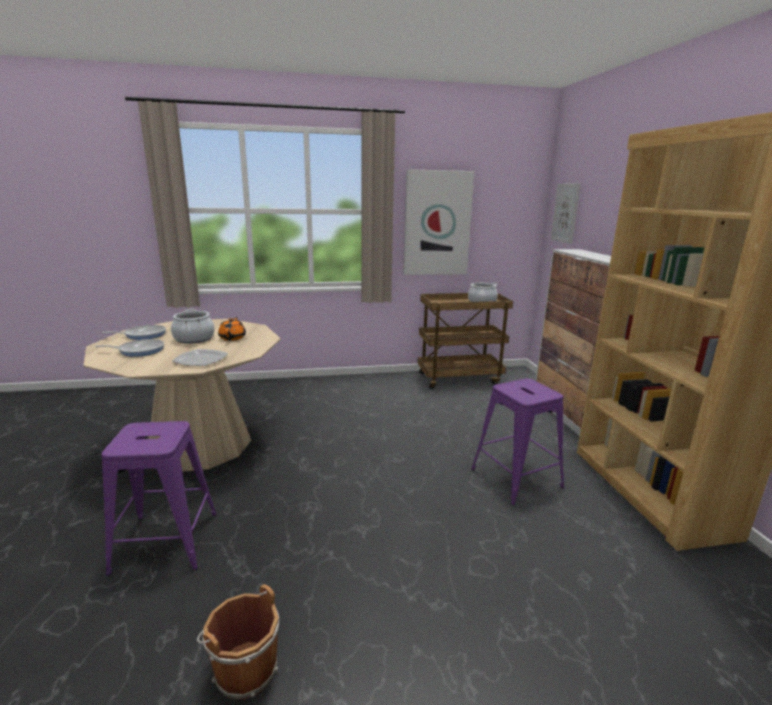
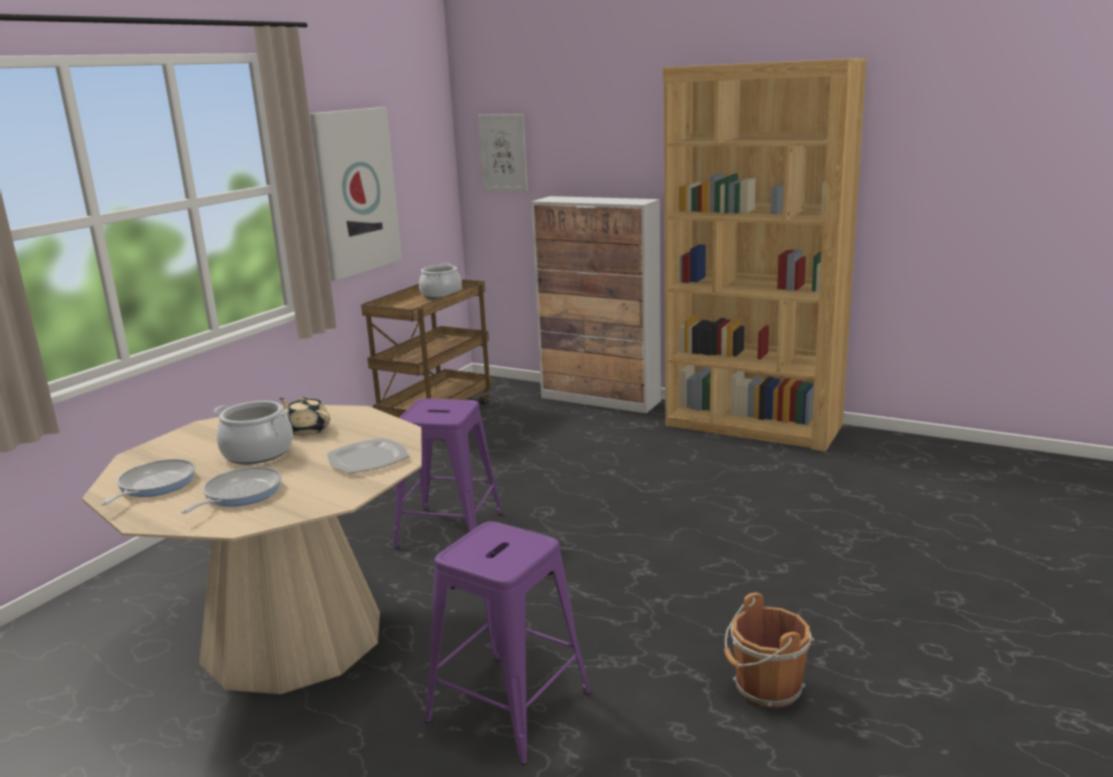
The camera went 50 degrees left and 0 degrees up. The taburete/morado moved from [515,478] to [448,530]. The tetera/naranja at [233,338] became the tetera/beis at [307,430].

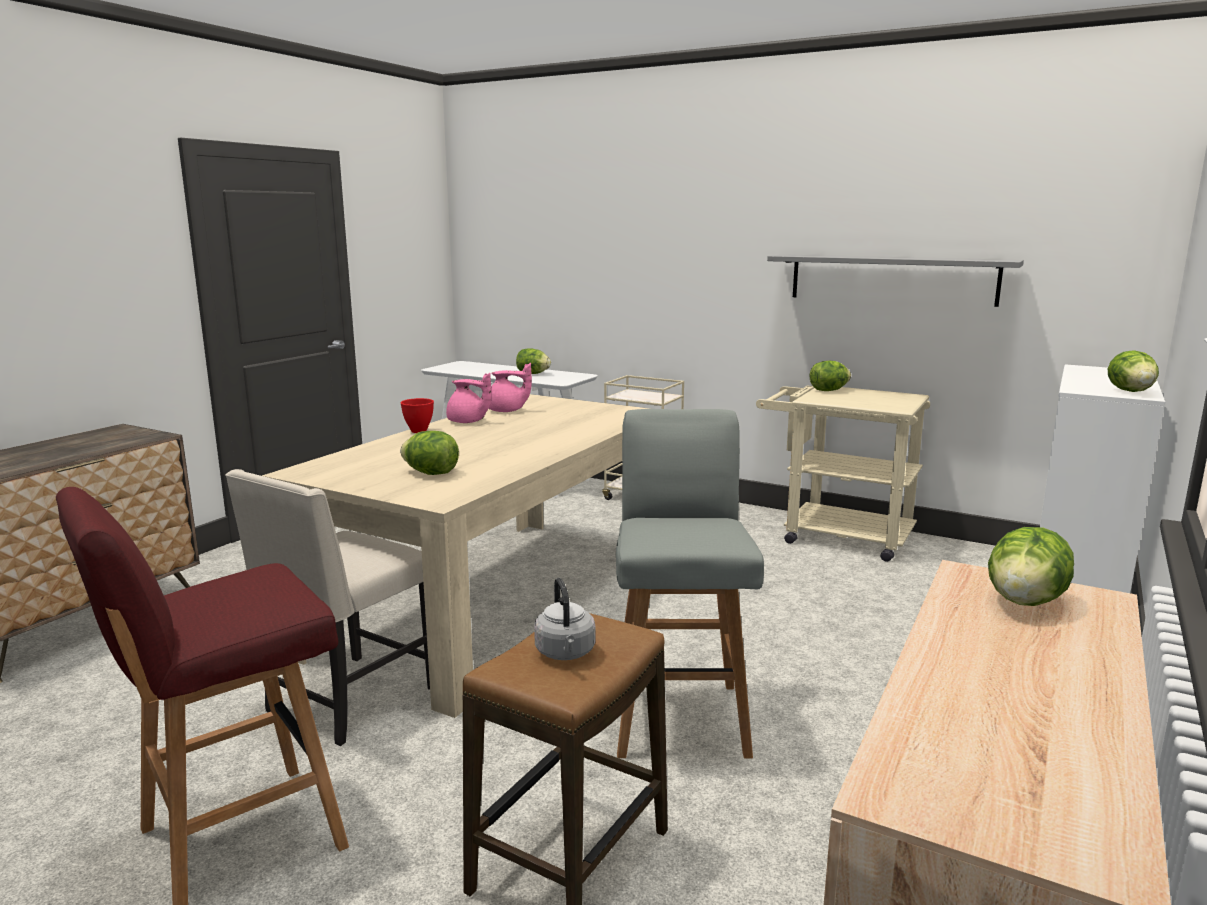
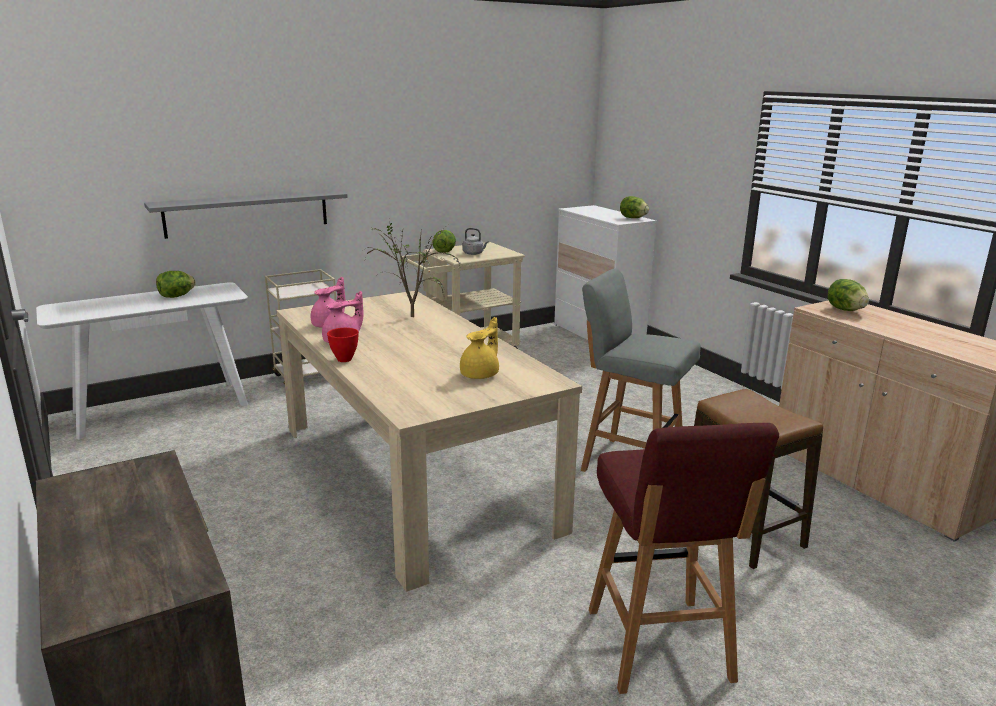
The camera went 60 degrees left and 5 degrees up. The silla/beis at [349,701] disappeared. The planta en maceta at [412,317] appeared. The hervidor/gris moved from [565,653] to [474,253]. The estante/gris moved from [892,279] to [247,213]. The lechuga at [431,473] was replaced by the tetera/amarillo at [481,374].

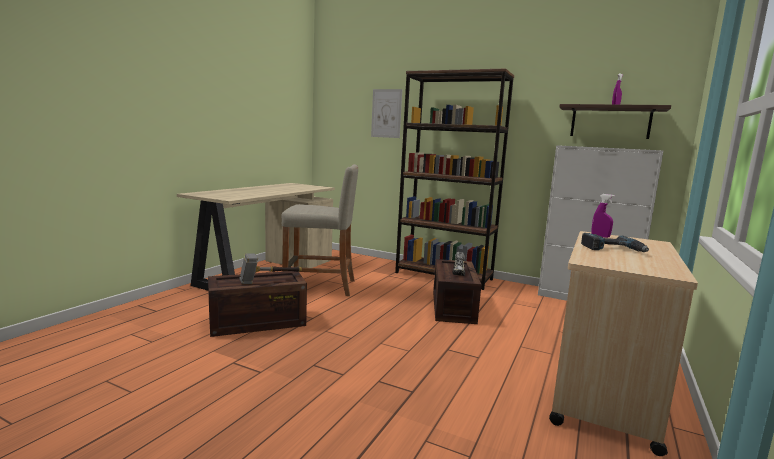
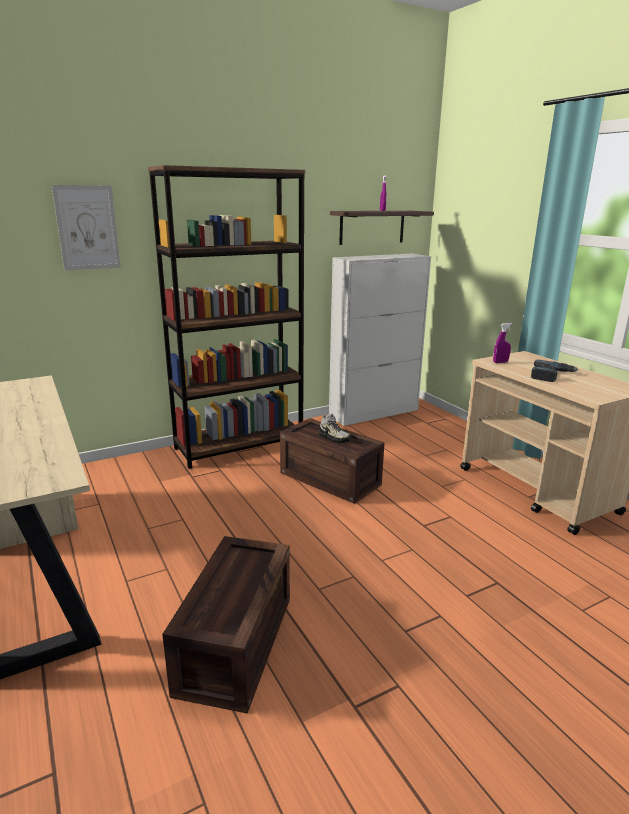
The camera went 55 degrees left and 10 degrees up. The martillo at [270,281] disappeared. The taburete/beis at [320,286] disappeared.

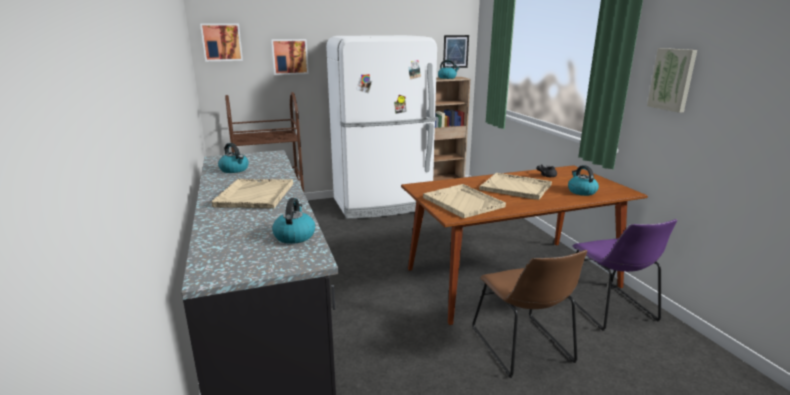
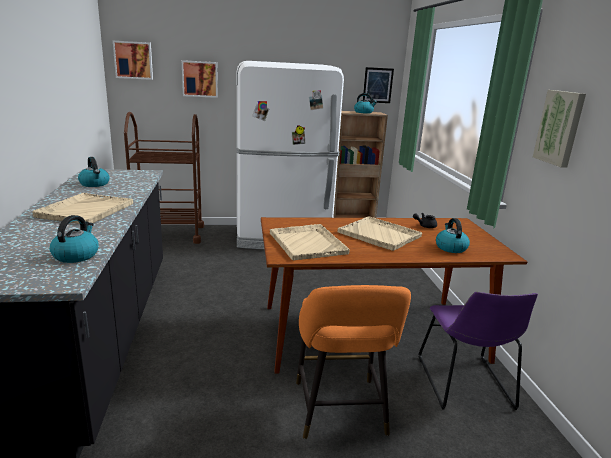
The camera went 10 degrees right and 0 degrees up. The silla/marrón at [523,347] was replaced by the taburete/naranja at [340,412].

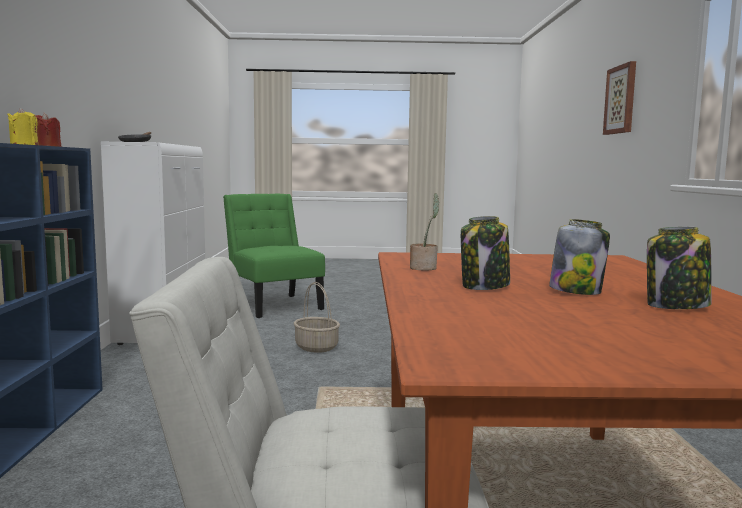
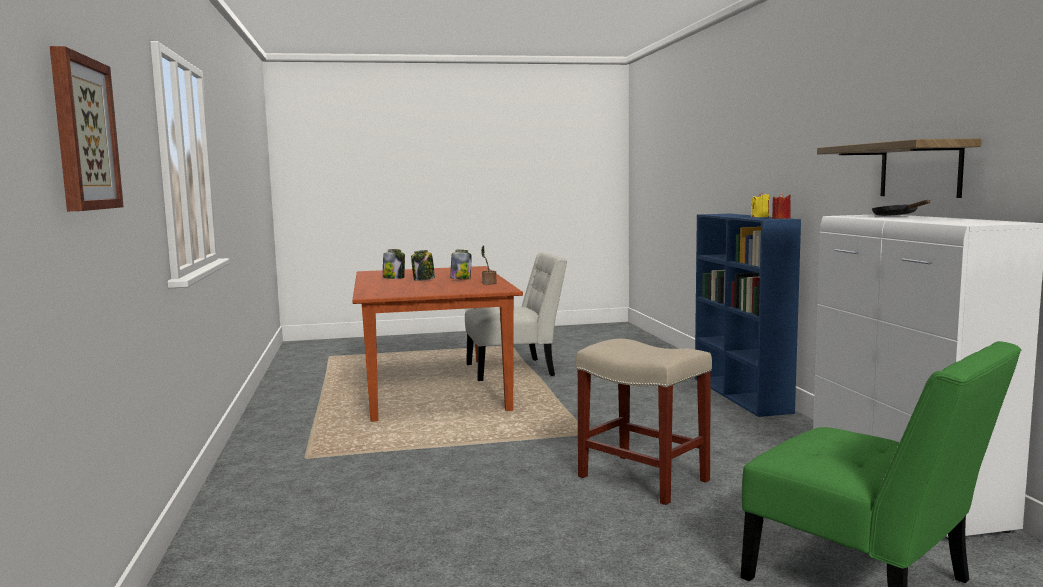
The camera went 170 degrees right and 0 degrees up. The estante at [920,170] appeared. The cesta at [317,347] was replaced by the taburete/beis at [641,478].

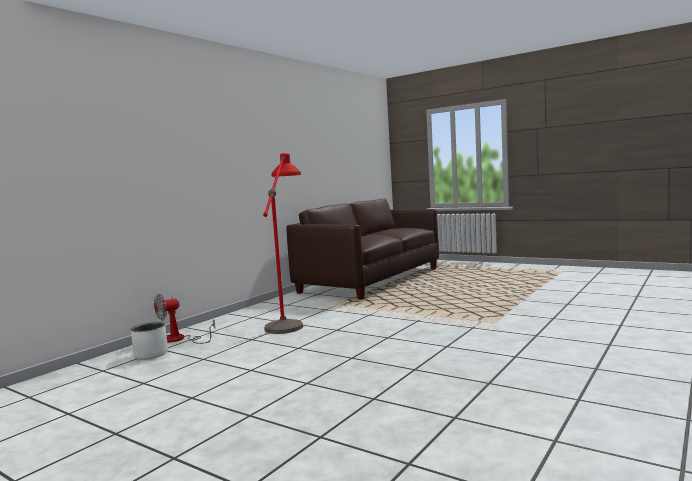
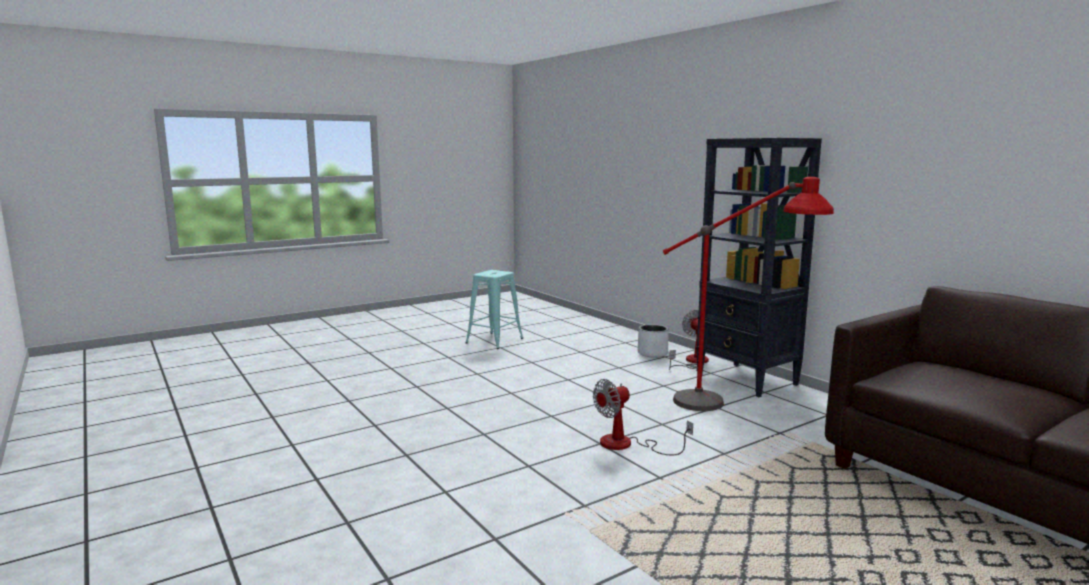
The camera went 110 degrees right and 5 degrees up. The taburete/turquesa at [494,341] appeared. The ventilador at [627,445] appeared. The estantería/negro at [747,380] appeared.

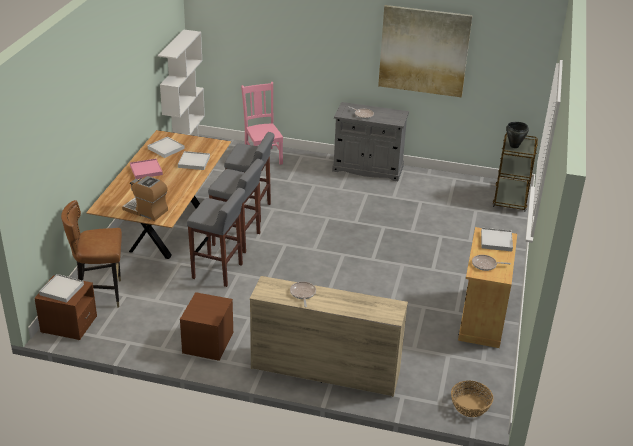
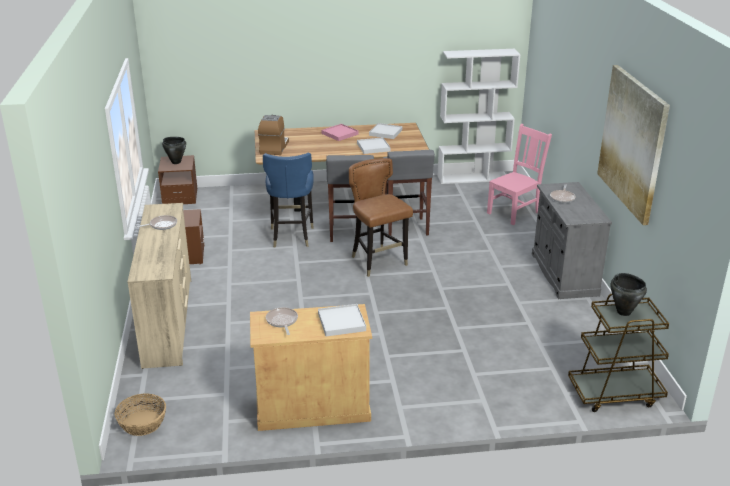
The camera went 70 degrees right and 5 degrees down. The silla/marrón moved from [101,294] to [378,262]. The bandeja/blanco at [61,290] was replaced by the olla/negro at [176,162]. The taburete/gris at [218,272] was replaced by the silla/azul at [291,236].

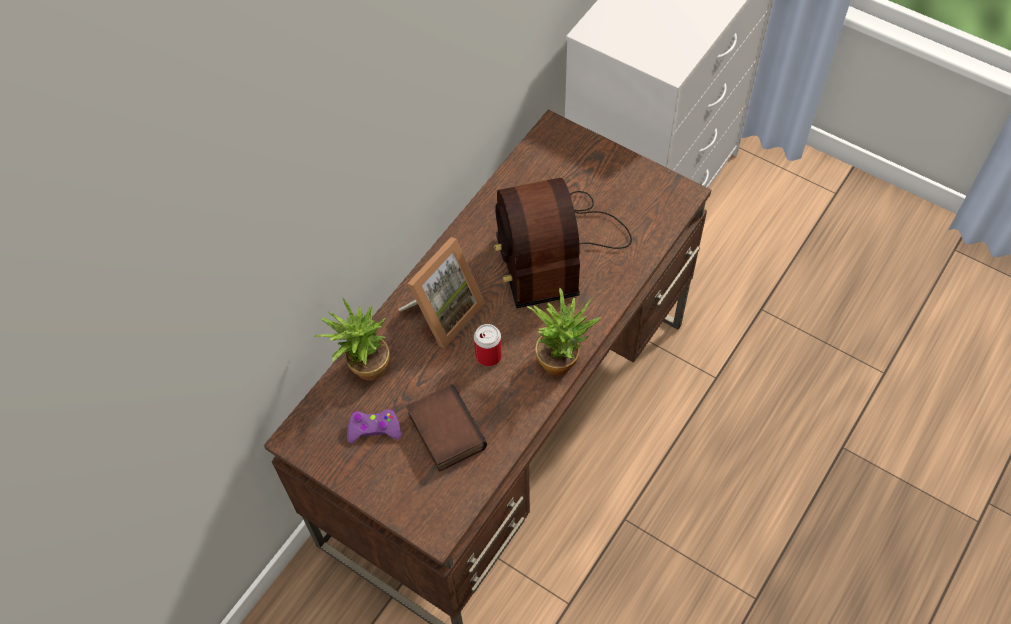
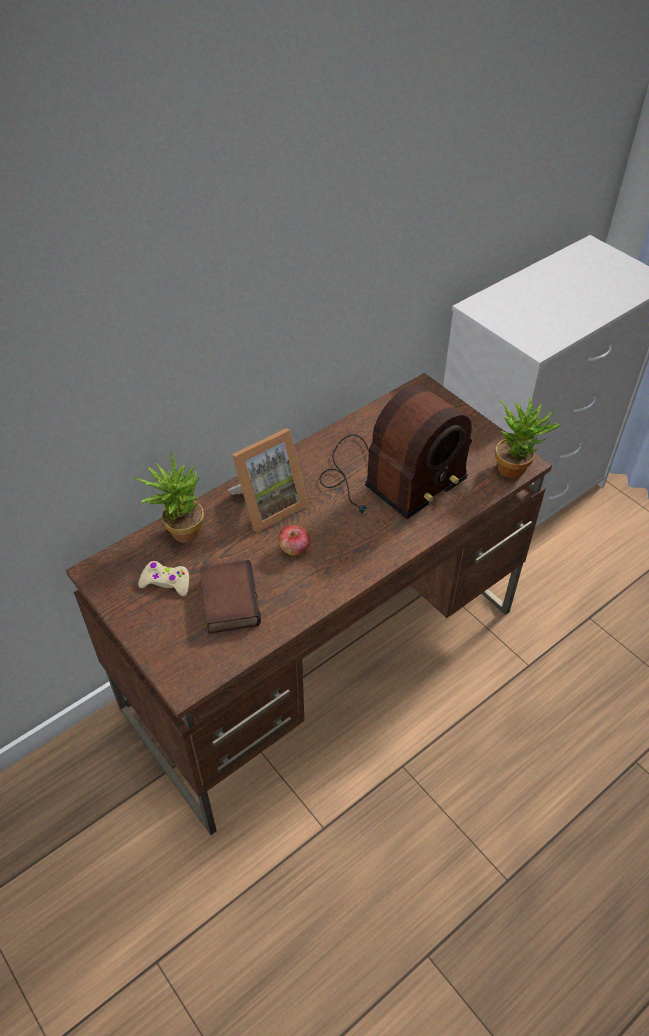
The camera went 15 degrees right and 10 degrees down. The planta en maceta moved from [562,358] to [516,467]. The lata at [488,355] was replaced by the manzana at [294,549]. The mando de consola/morado at [374,429] became the mando de consola/beis at [166,582]. The radio at [555,249] turned 135 degrees counterclockwise.

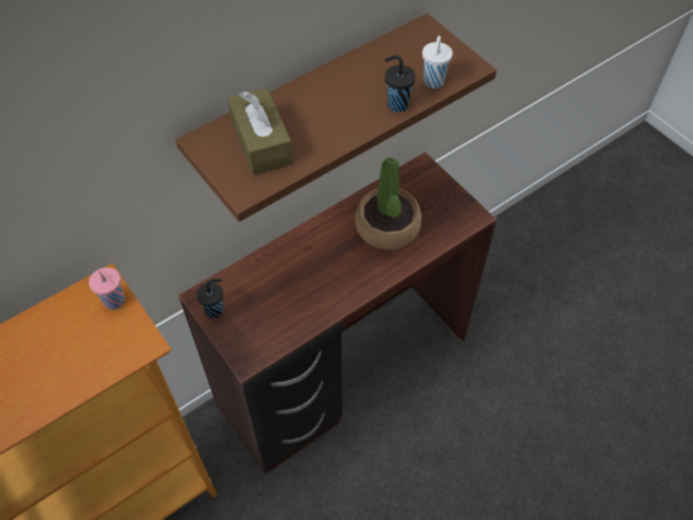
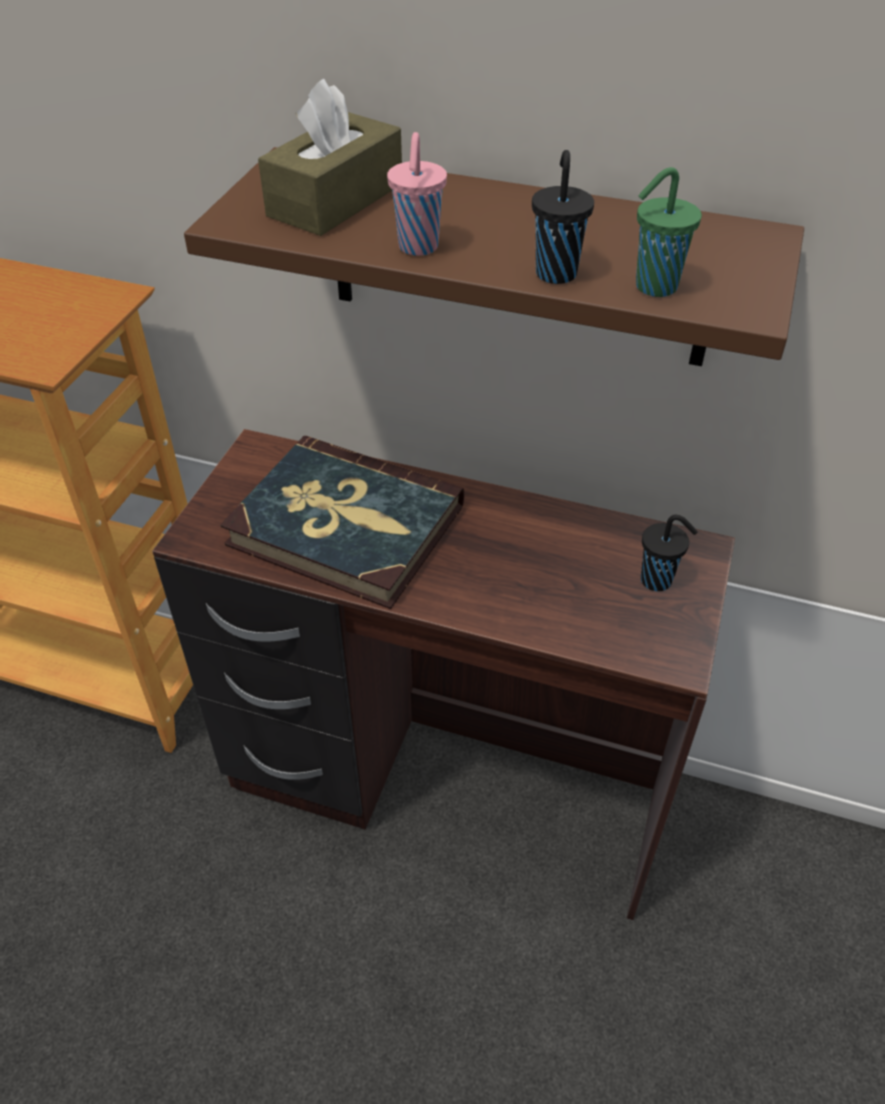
The camera went 55 degrees right and 10 degrees down. The planta en maceta at [387,227] disappeared. The libro at [345,526] appeared. The taza/rosa moved from [115,302] to [418,248]. The taza/negro moved from [215,310] to [658,581]. The taza/blanco at [433,83] became the taza/verde at [653,287].

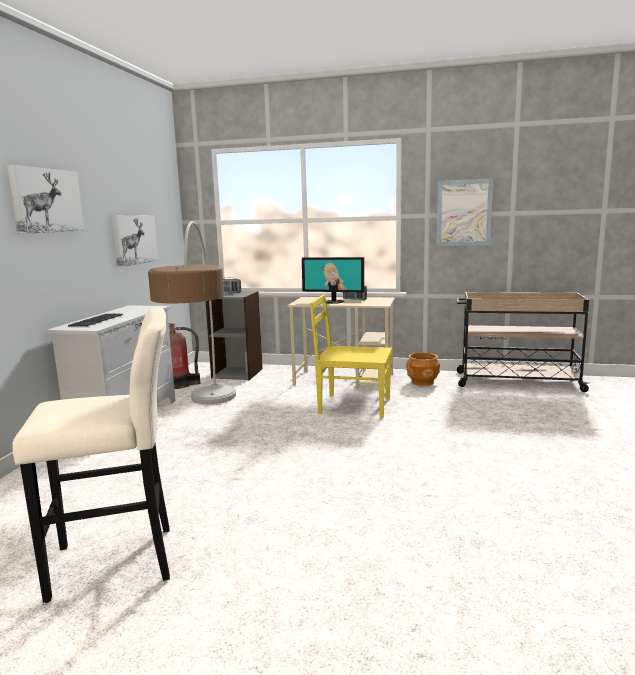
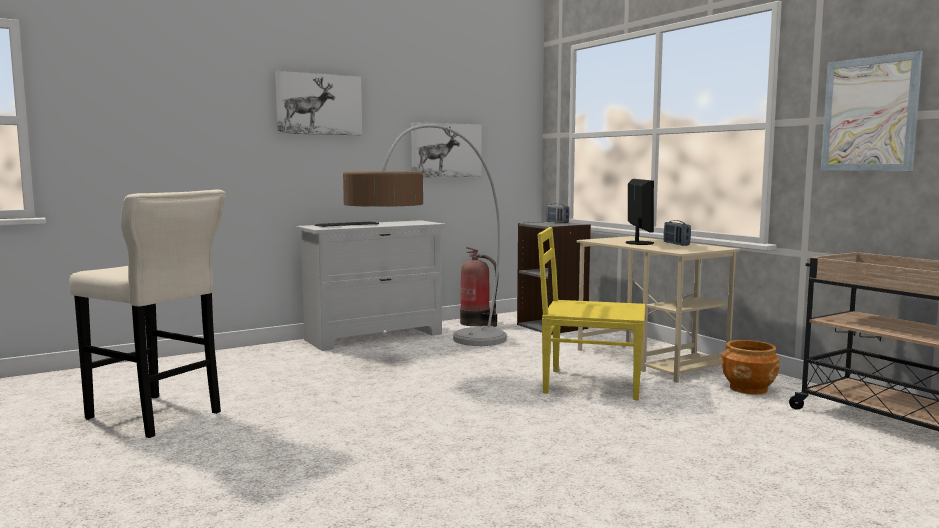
The camera went 45 degrees right and 5 degrees down. The monitor at [333,302] turned 150 degrees counterclockwise. The silla/amarillo at [352,405] turned 45 degrees counterclockwise.

